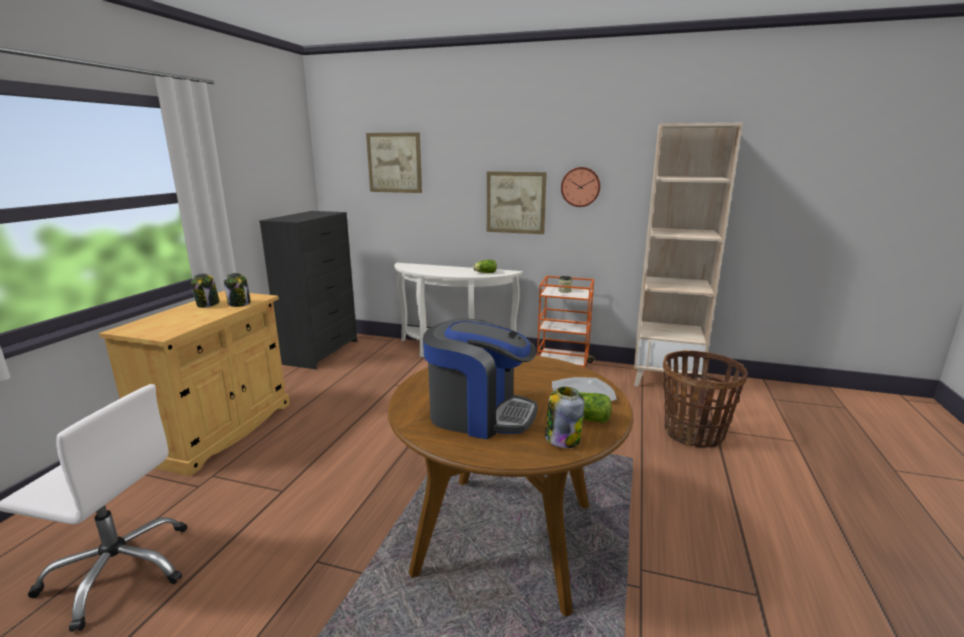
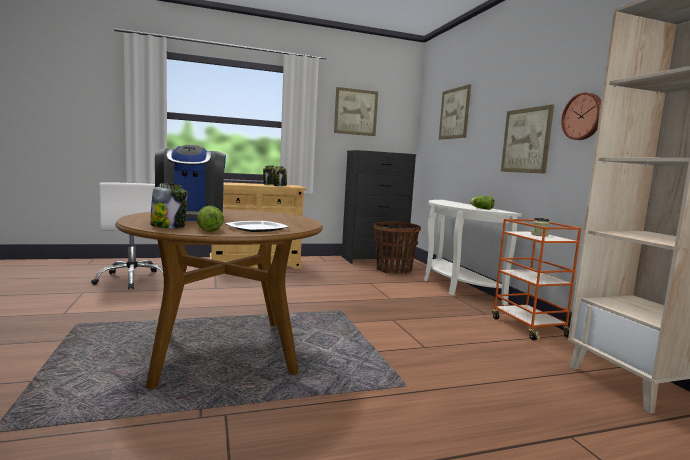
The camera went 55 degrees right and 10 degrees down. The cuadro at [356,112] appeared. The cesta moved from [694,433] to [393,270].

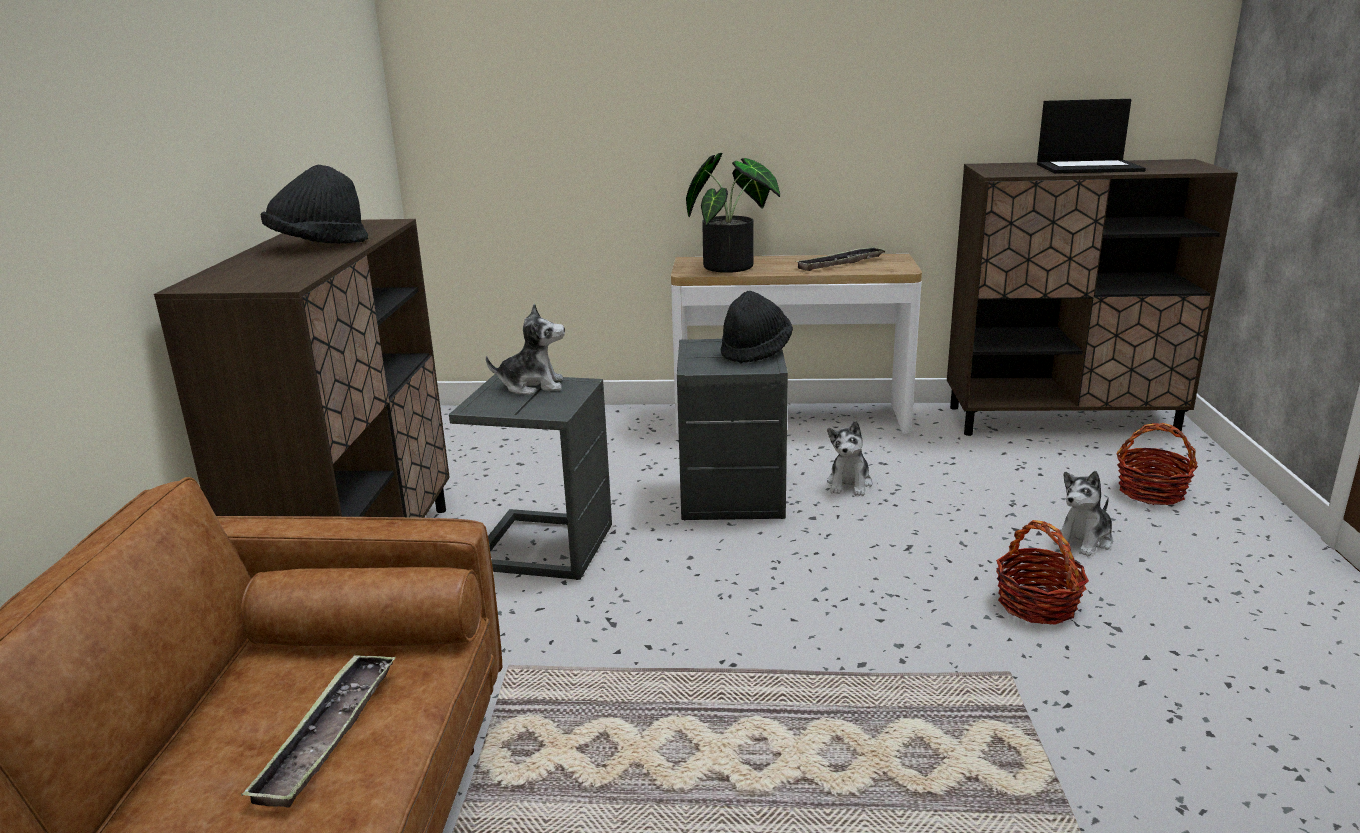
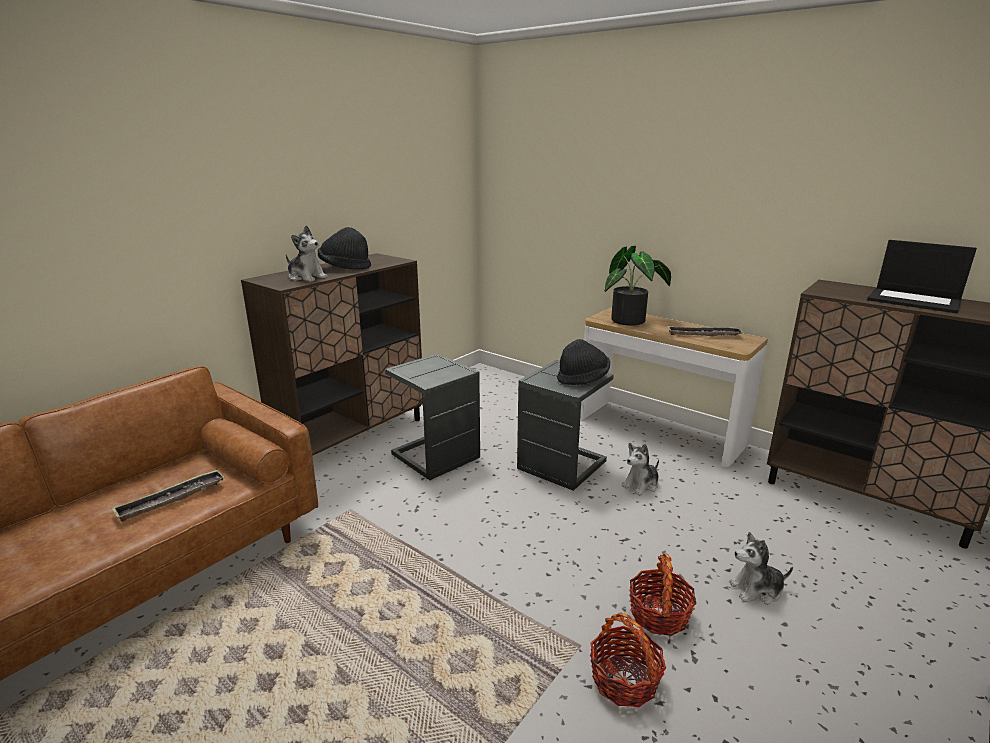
The camera went 35 degrees right and 0 degrees up. The peluche moved from [532,386] to [306,277]. The cesta moved from [1151,492] to [624,680].

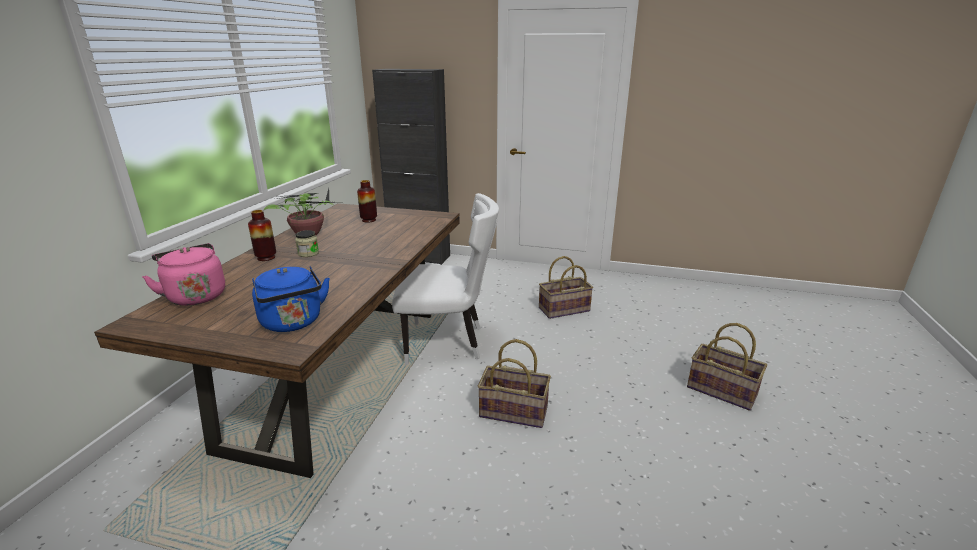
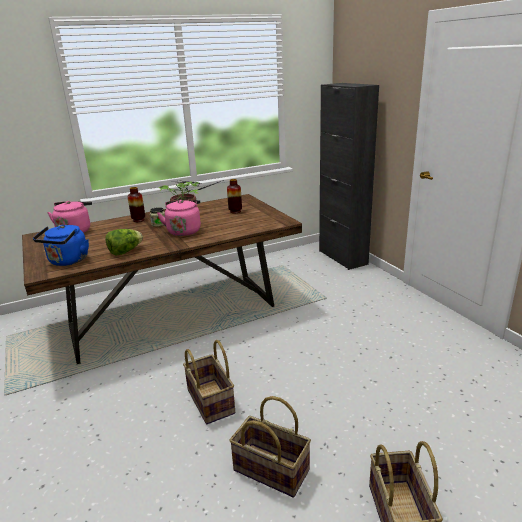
The camera went 50 degrees right and 0 degrees up. The silla/blanco at [448,343] disappeared. The lechuga at [125,252] appeared. The hervidor/rosa at [184,231] appeared. The cesta moved from [564,310] to [270,471].

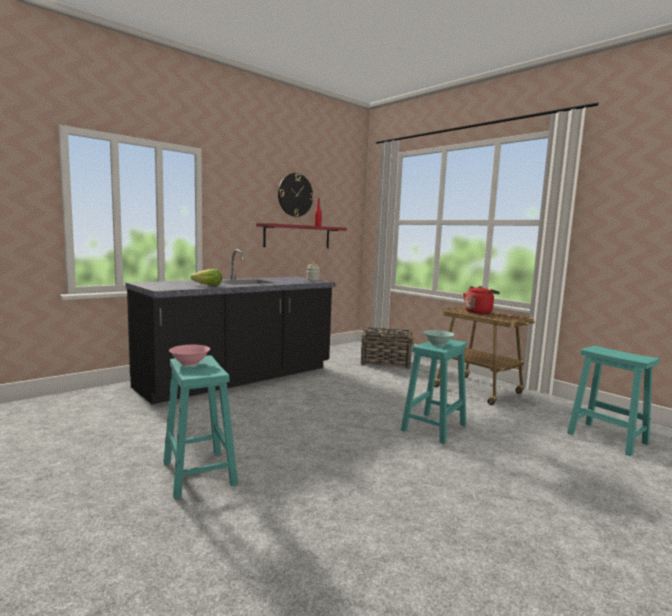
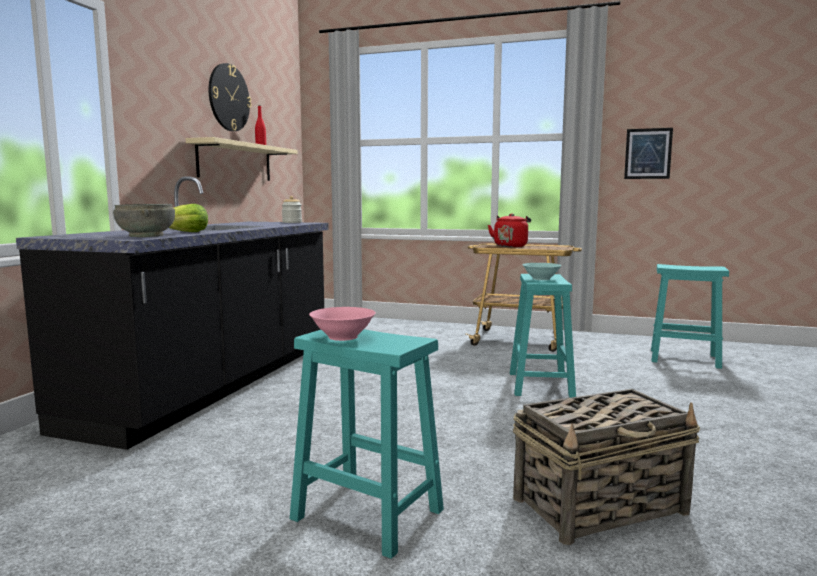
The camera went 30 degrees left and 0 degrees up. The cuenco/gris at [147,236] appeared. The cuadro at [648,153] appeared. The cesta moved from [386,363] to [601,505]. The estante/rojo at [297,236] became the estante/beis at [235,162].

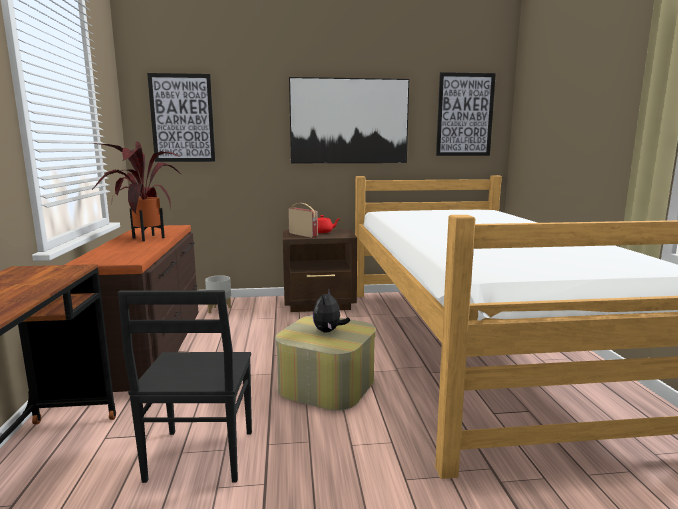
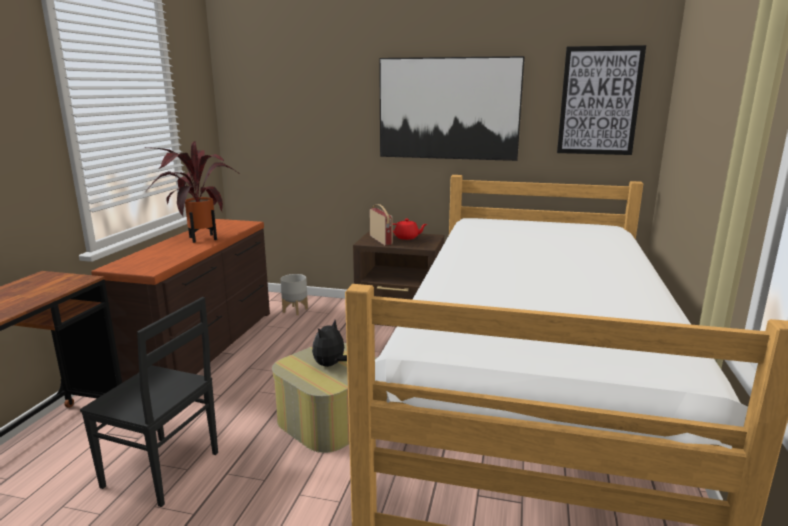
The camera went 20 degrees right and 5 degrees up. The cuadro at [182,118] disappeared. The silla/negro at [198,456] turned 90 degrees counterclockwise.

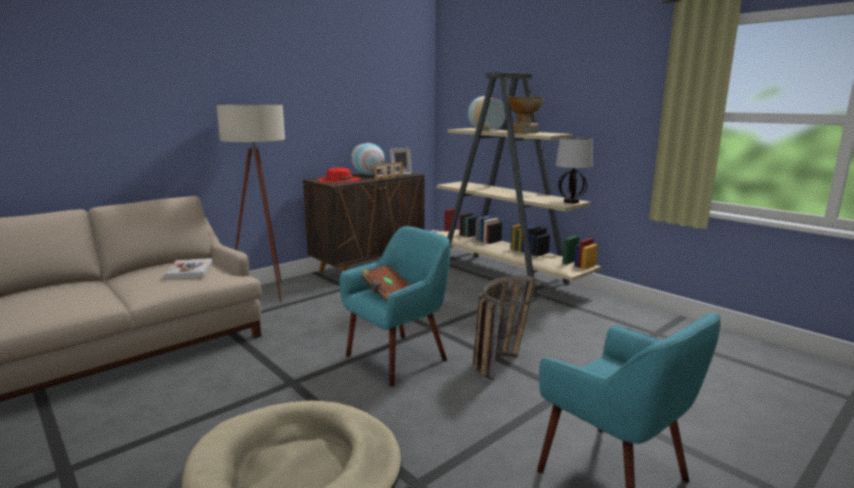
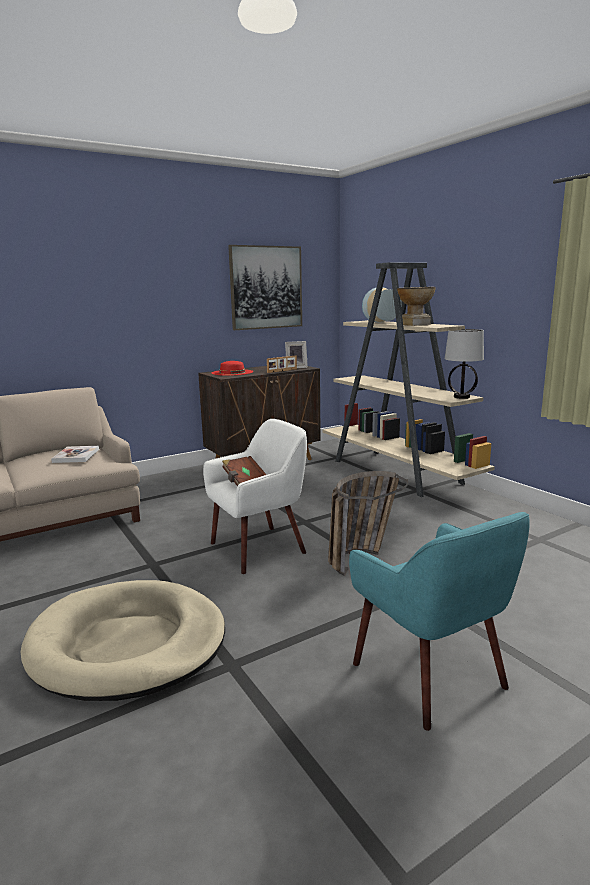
The camera went 10 degrees right and 0 degrees up. The lámpara de pie/beis at [267,294] disappeared. The florero at [369,174] disappeared. The cuadro at [266,287] appeared. The sillón/turquesa at [398,358] became the sillón/blanco at [259,548].

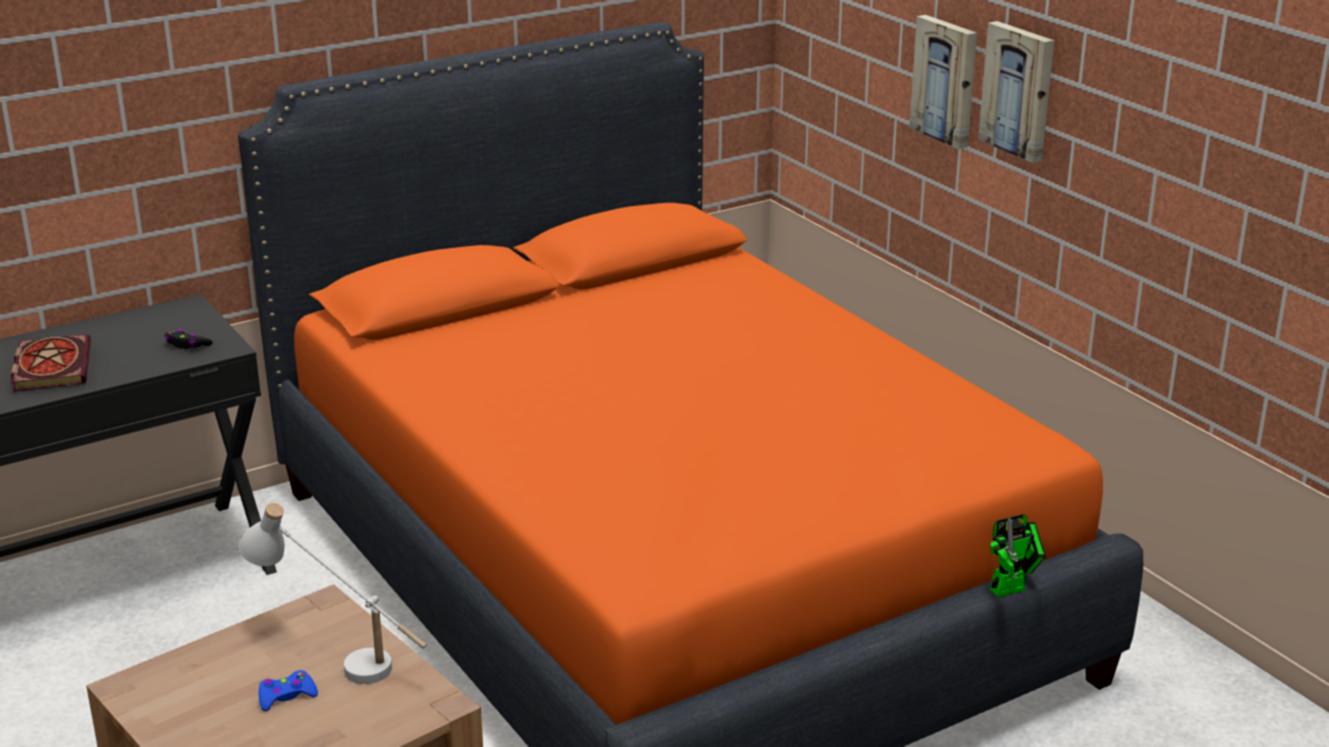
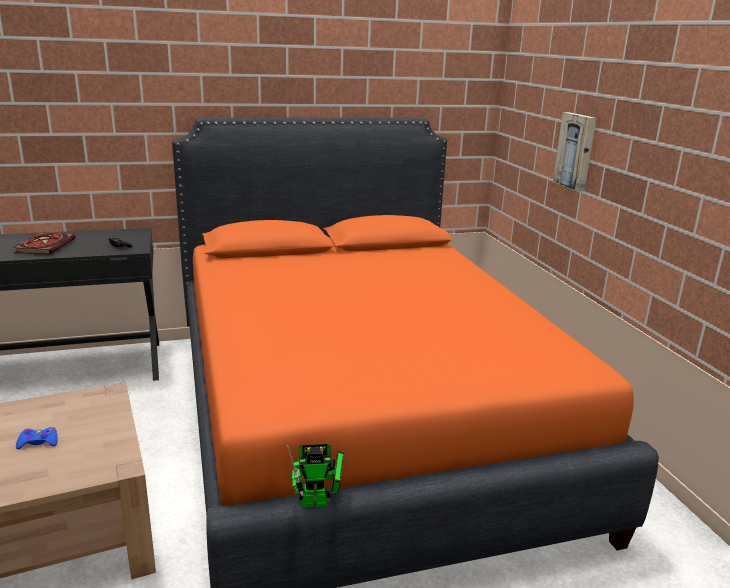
The camera went 15 degrees right and 5 degrees down. The lámpara de mesa/blanco at [340,659] disappeared. The cuadro at [1019,90] disappeared. The robot de juguete moved from [1012,588] to [319,502].

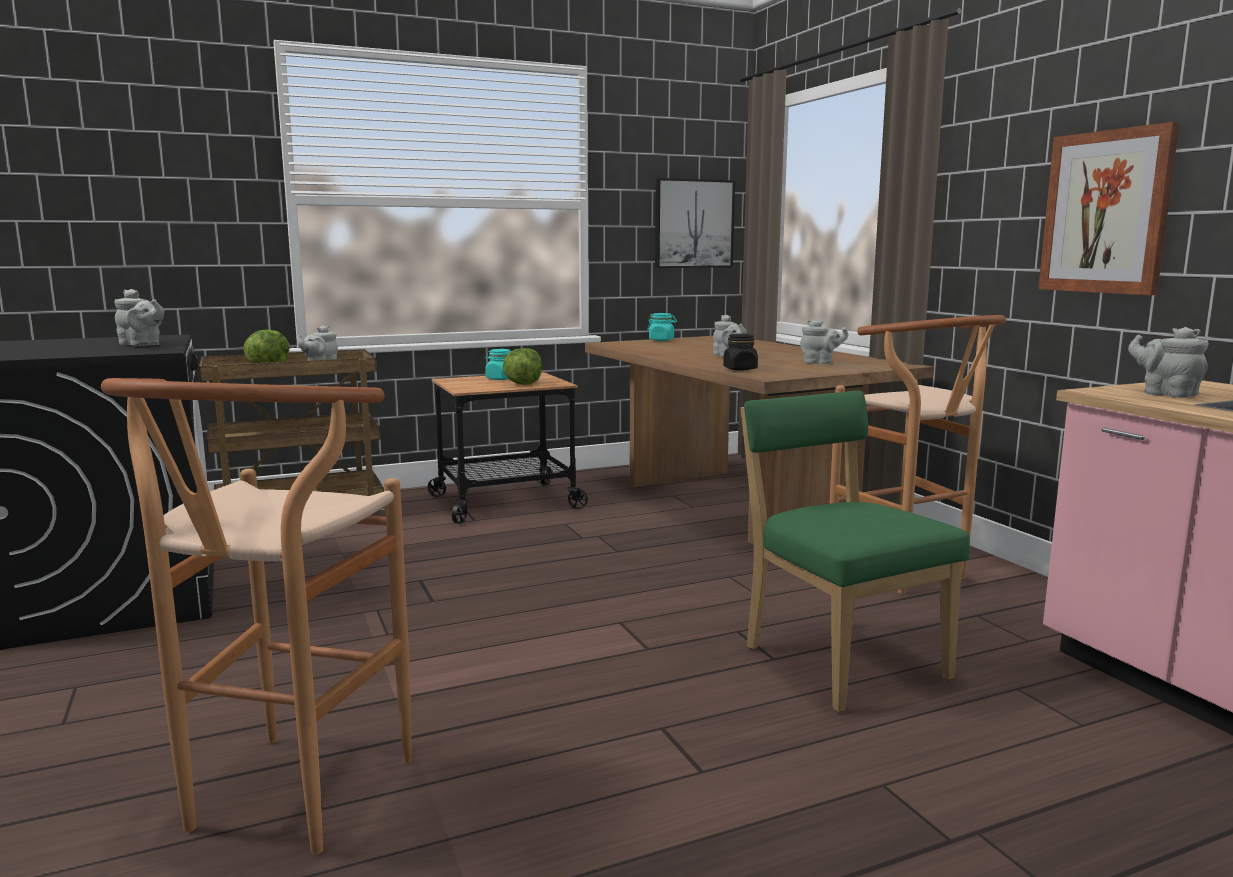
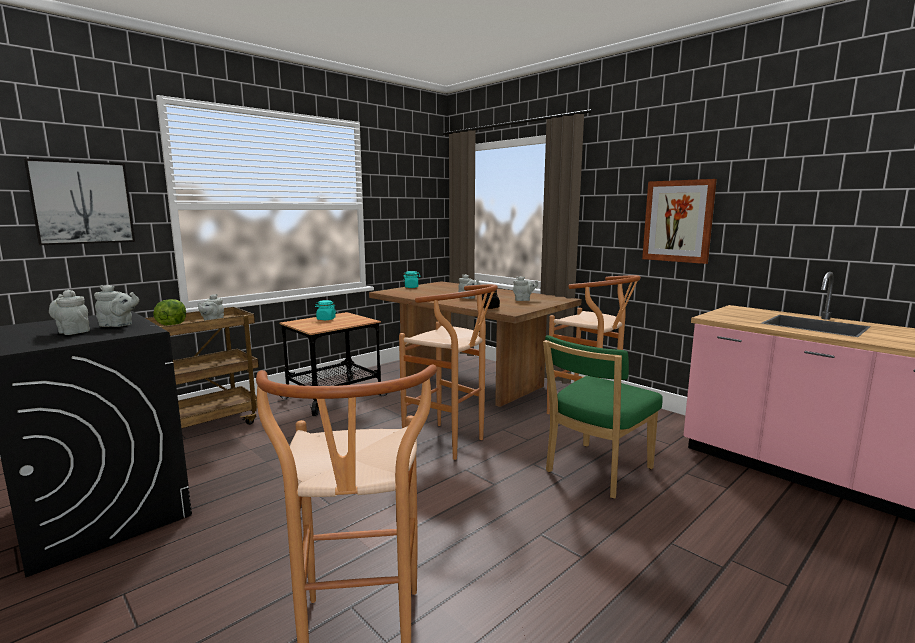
The camera went 20 degrees left and 0 degrees up. The lechuga at [523,384] disappeared. The taburete/marrón at [451,443] appeared. The cuadro moved from [693,224] to [82,203]. The tetera/gris moved from [1165,394] to [73,331]. The silla/verde at [838,659] turned 90 degrees counterclockwise.

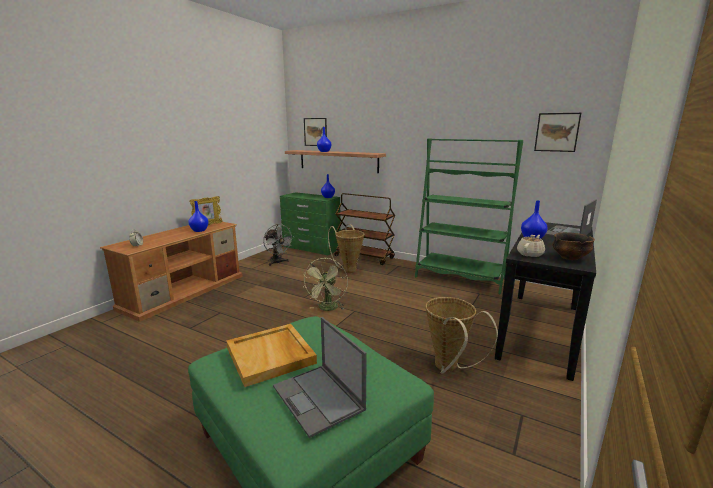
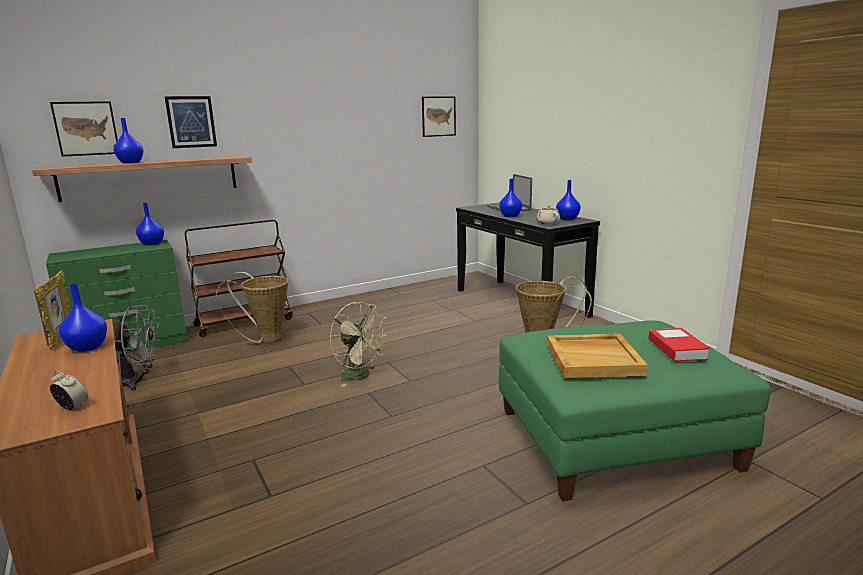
The camera went 60 degrees left and 0 degrees up. The estantería/verde at [460,278] disappeared. The cuadro at [191,122] appeared. The portátil at [318,398] was replaced by the libro at [676,349]. The cuenco at [569,258] was replaced by the florero/azul at [567,219].

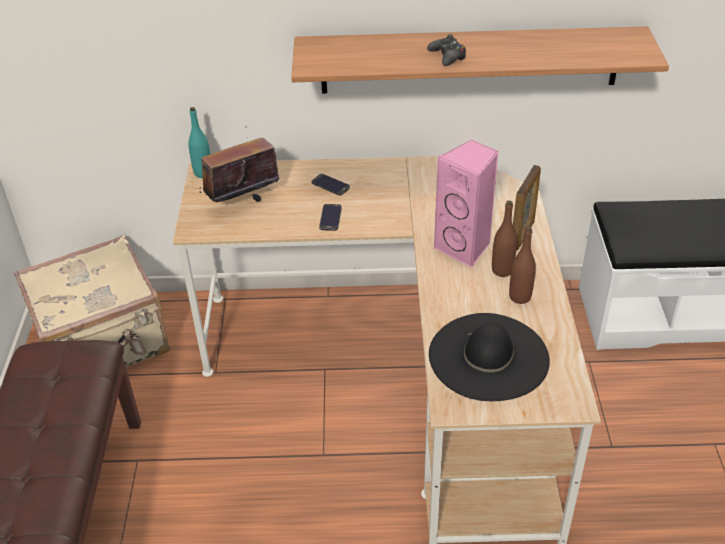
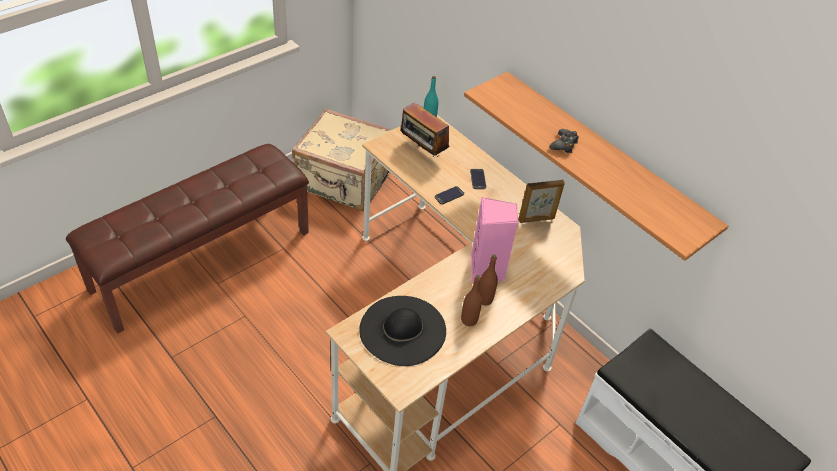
The camera went 45 degrees right and 5 degrees up. The portarretratos moved from [522,235] to [536,219]. The radio at [242,202] turned 150 degrees counterclockwise.

